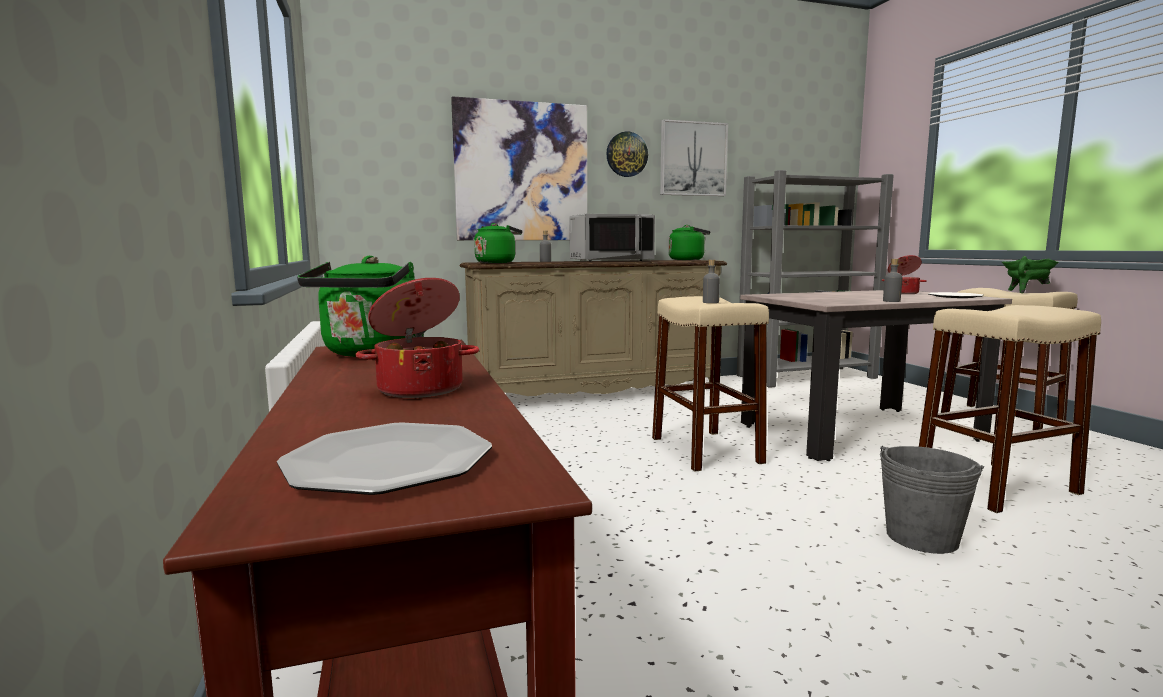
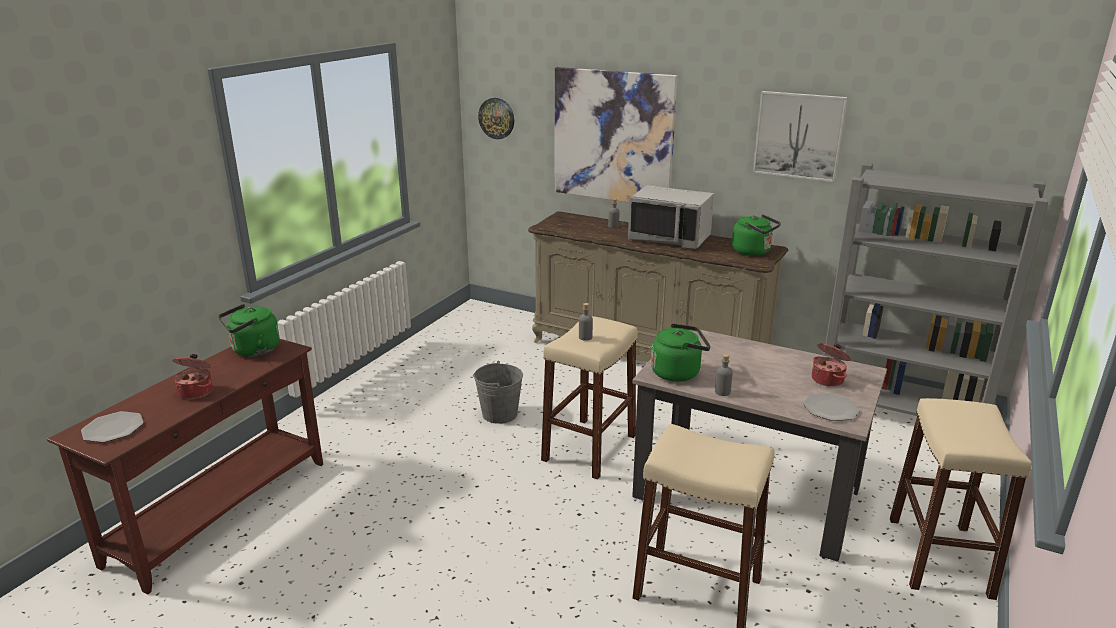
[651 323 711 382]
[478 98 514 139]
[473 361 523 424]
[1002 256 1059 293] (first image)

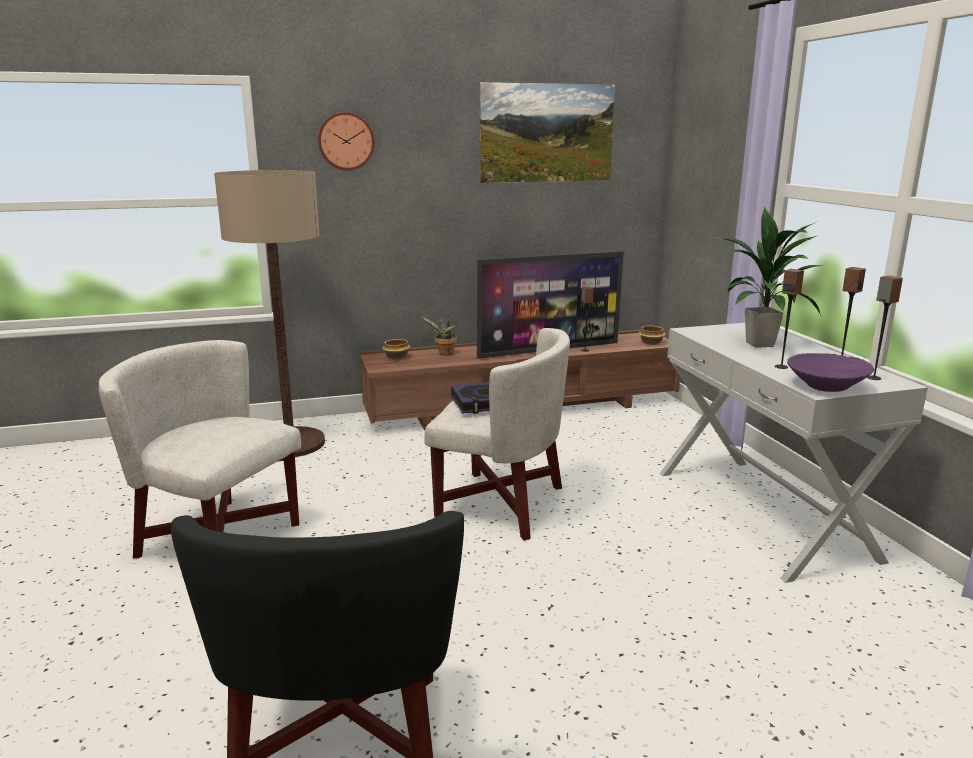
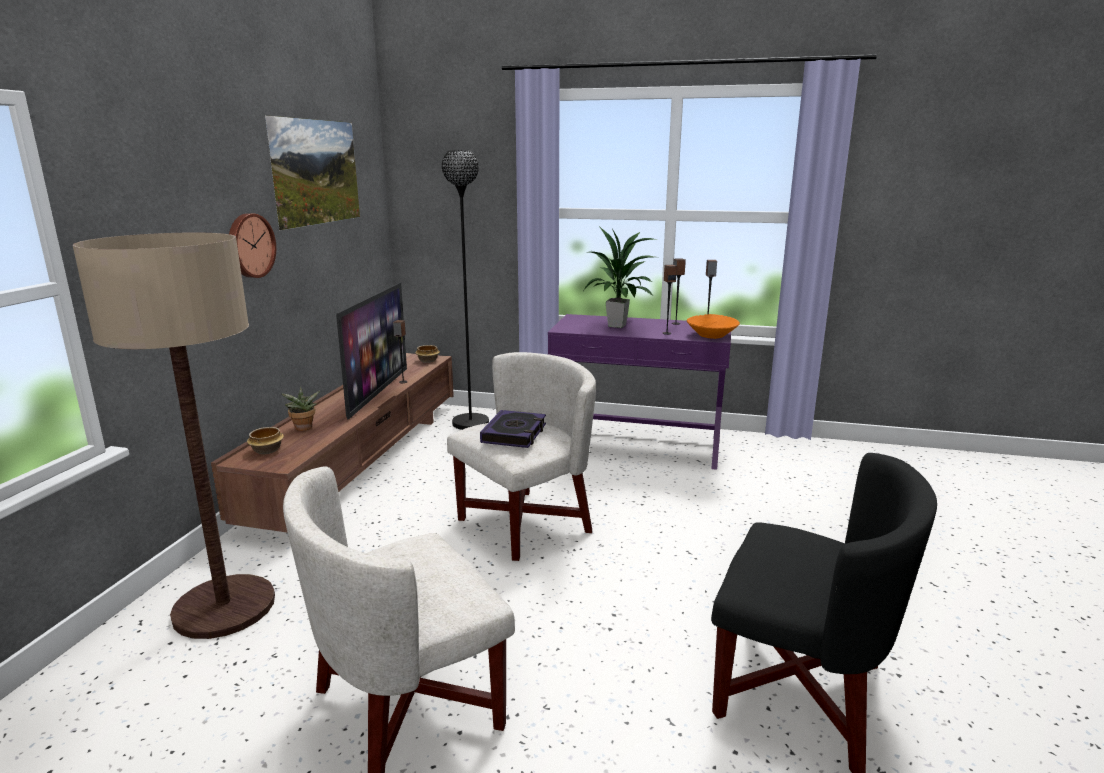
[229 213 276 278]
[548 314 731 470]
[687 314 740 339]
[442 150 489 430]

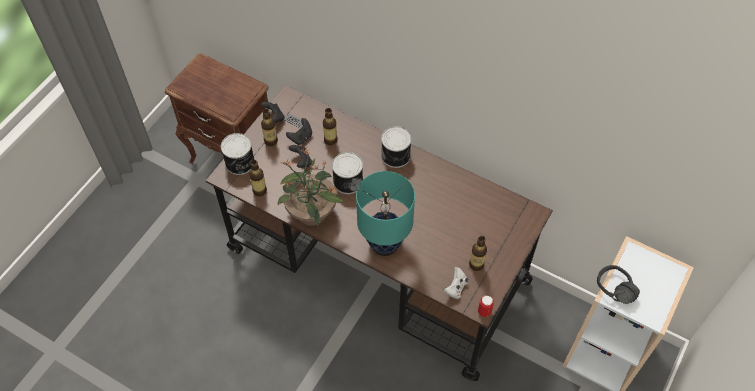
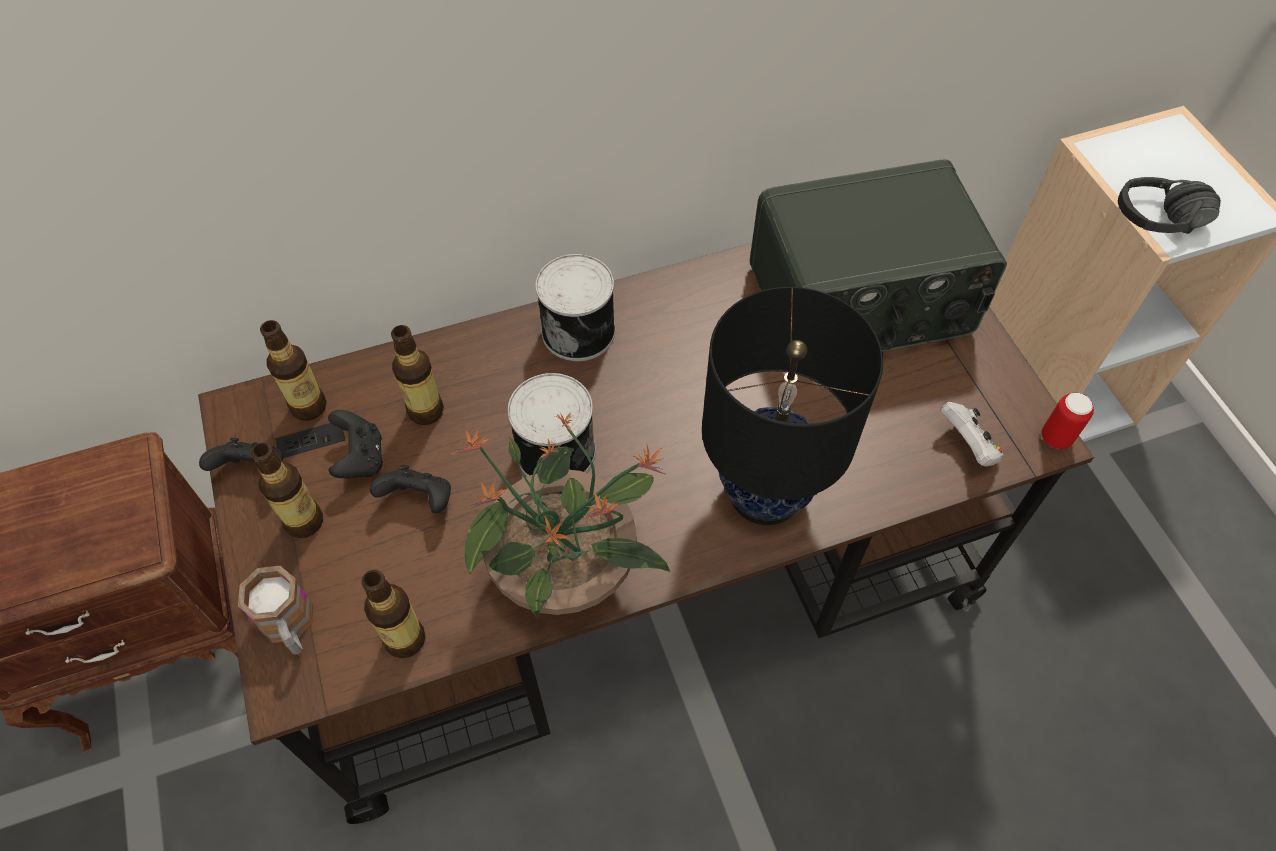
[238 566 313 655]
[702 287 883 525]
[260 320 327 421]
[750 159 1007 352]

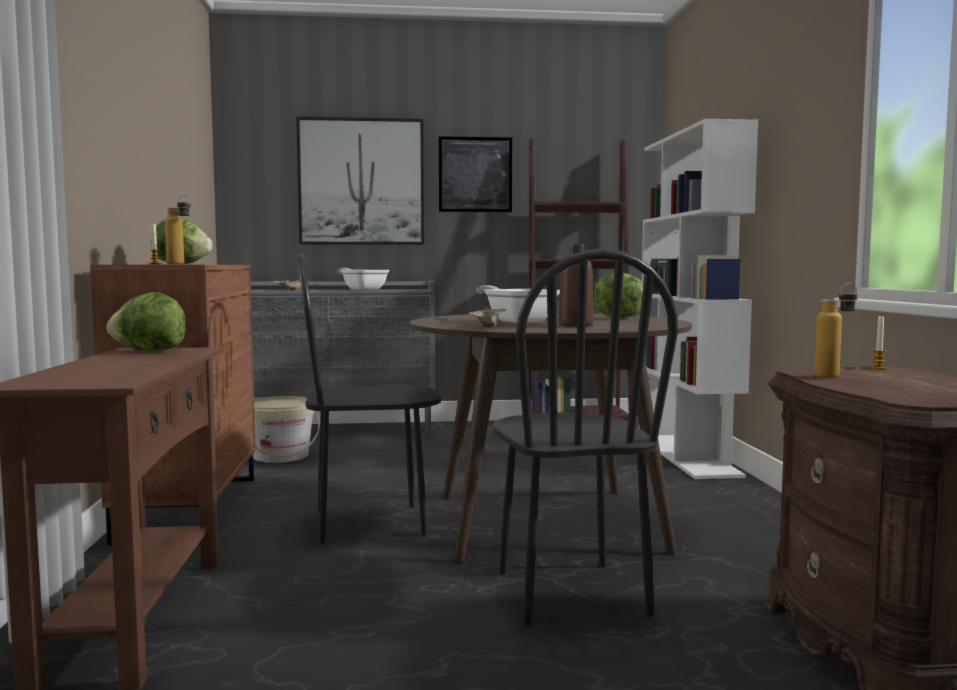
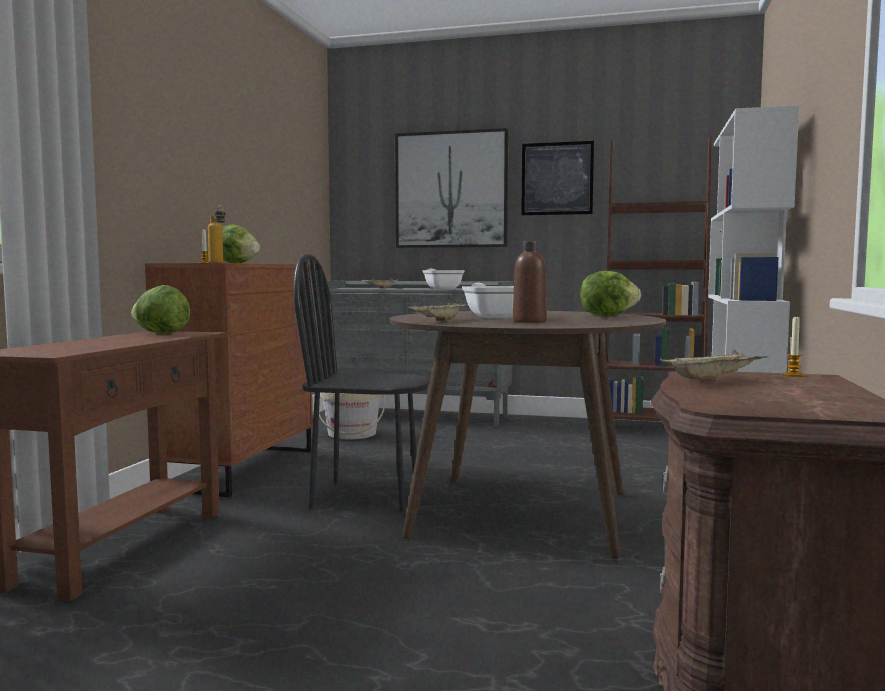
[492 249 678 626] (first image)
[660 350 768 382]

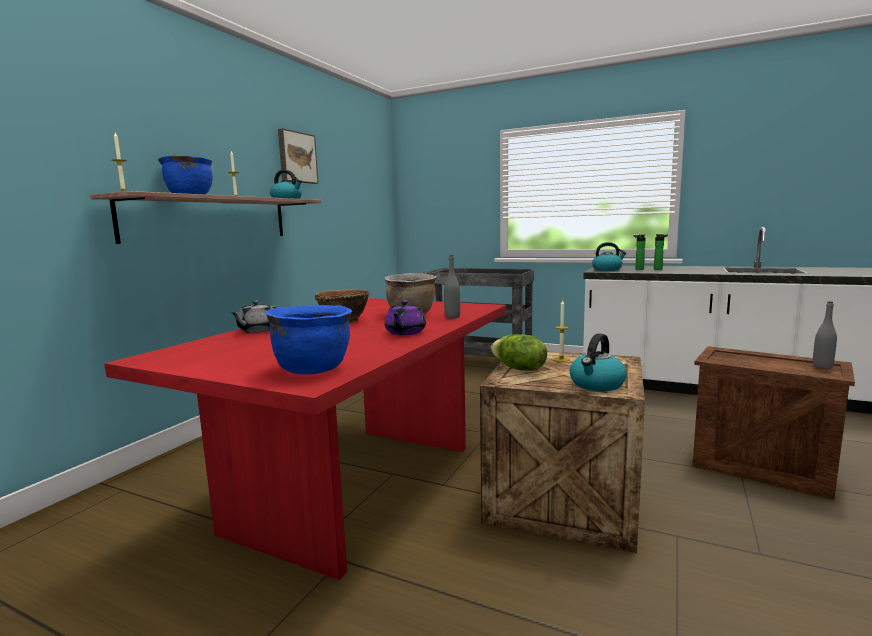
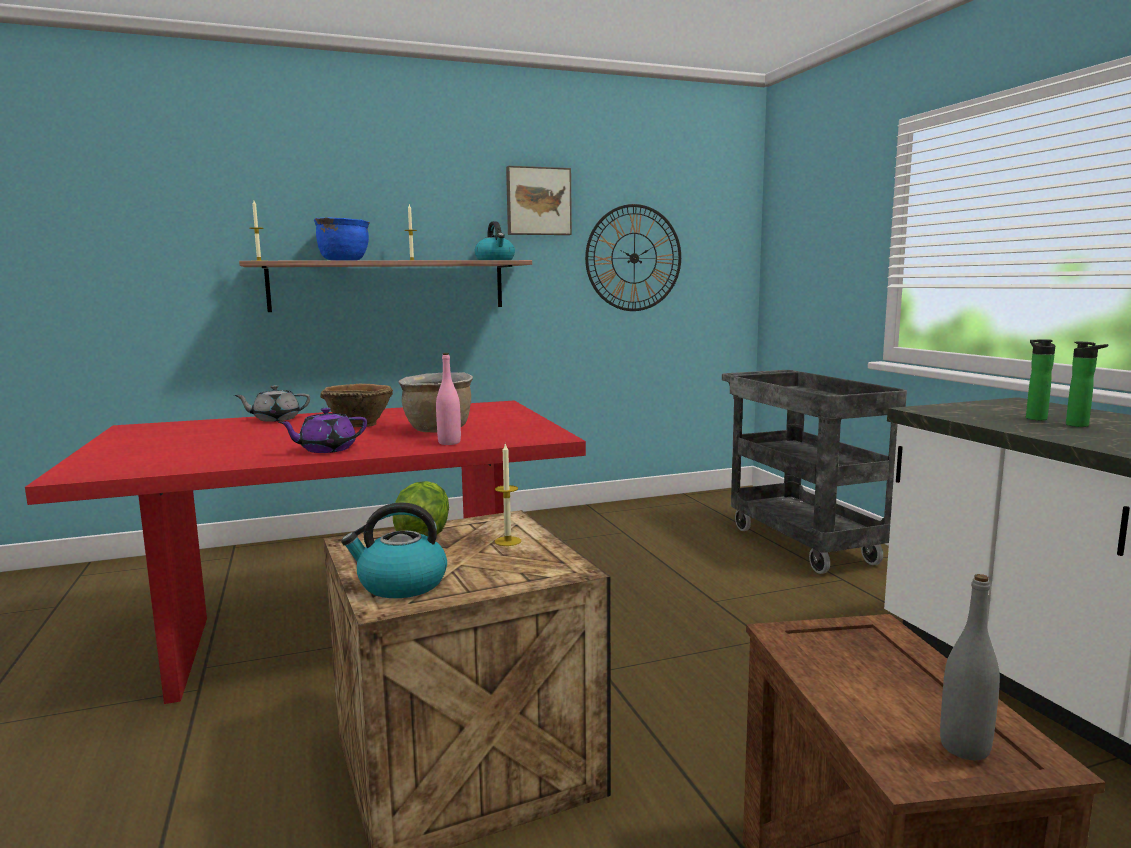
[266 305 352 374] (first image)
[436 353 461 445]
[592 242 626 271] (first image)
[585 204 681 311]

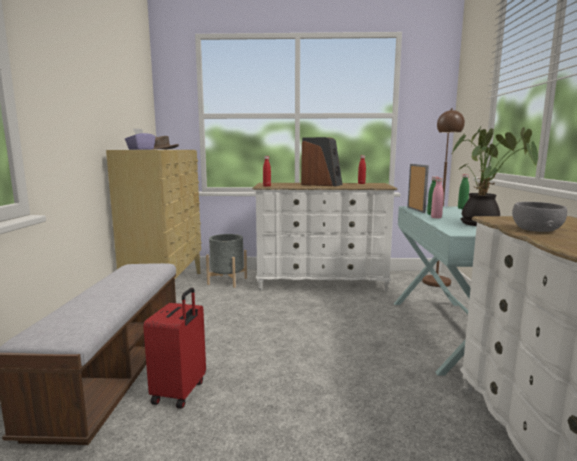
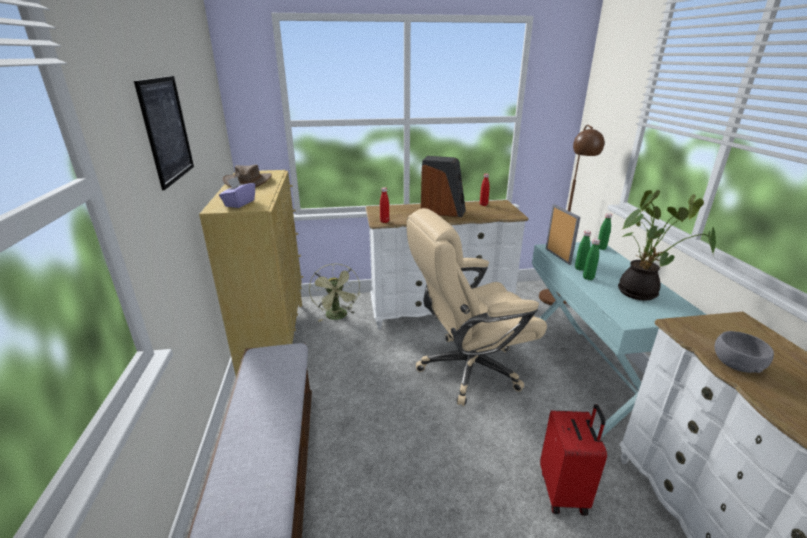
[540 404 607 516]
[309 263 360 322]
[583 239 600 280]
[134 76 194 190]
[406 208 547 406]

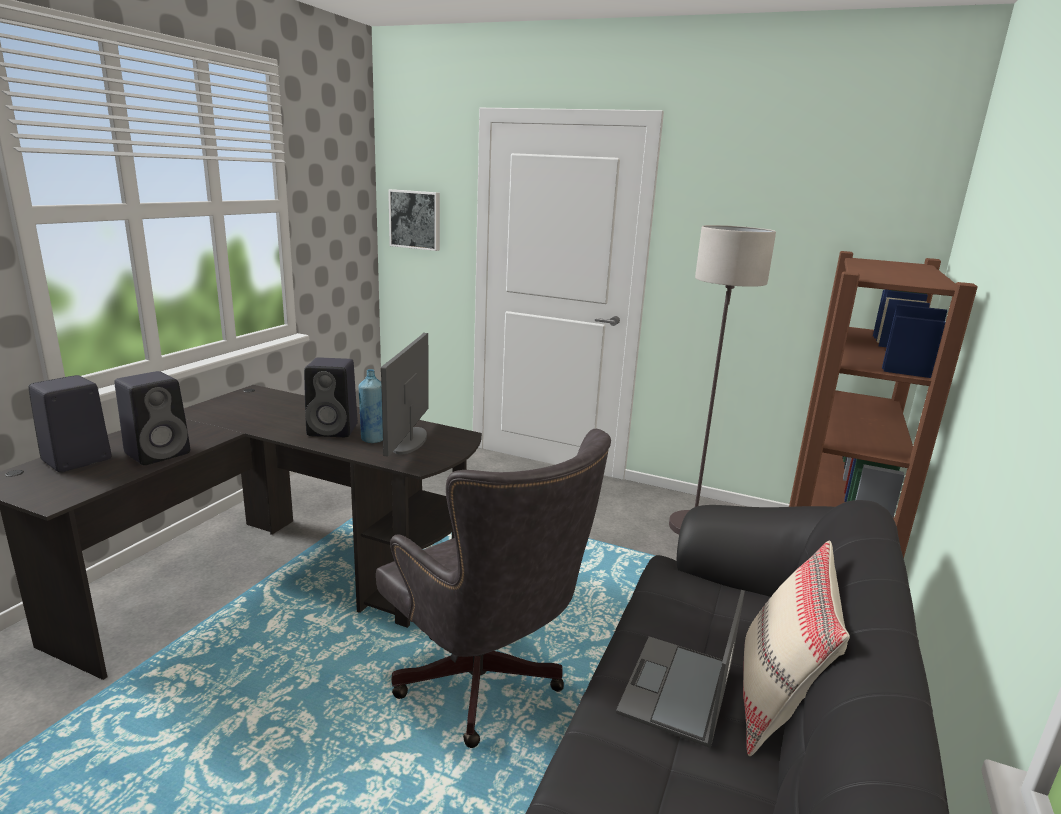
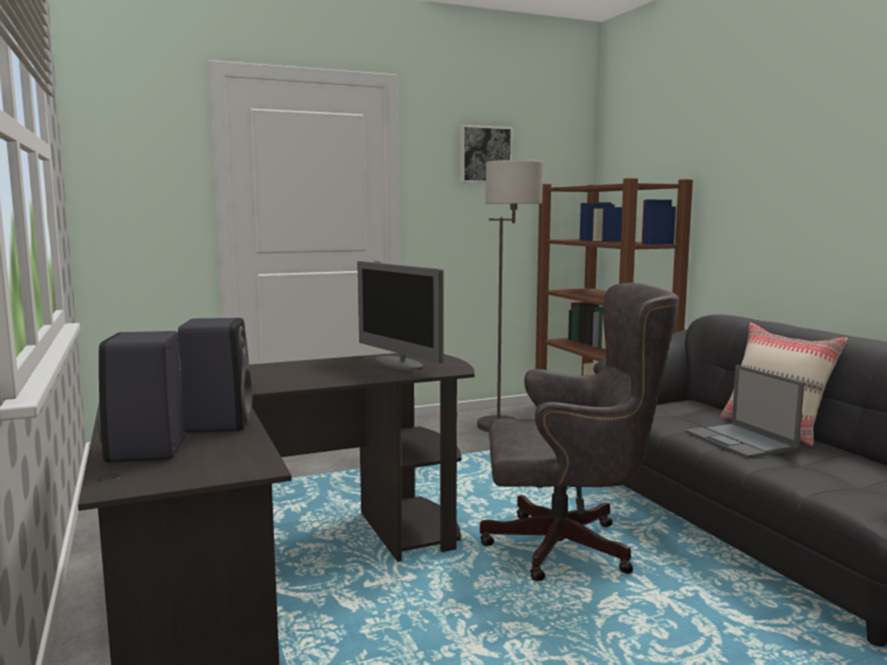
[304 357 358 437] (first image)
[359 369 383 443] (first image)
[460 125 513 183]

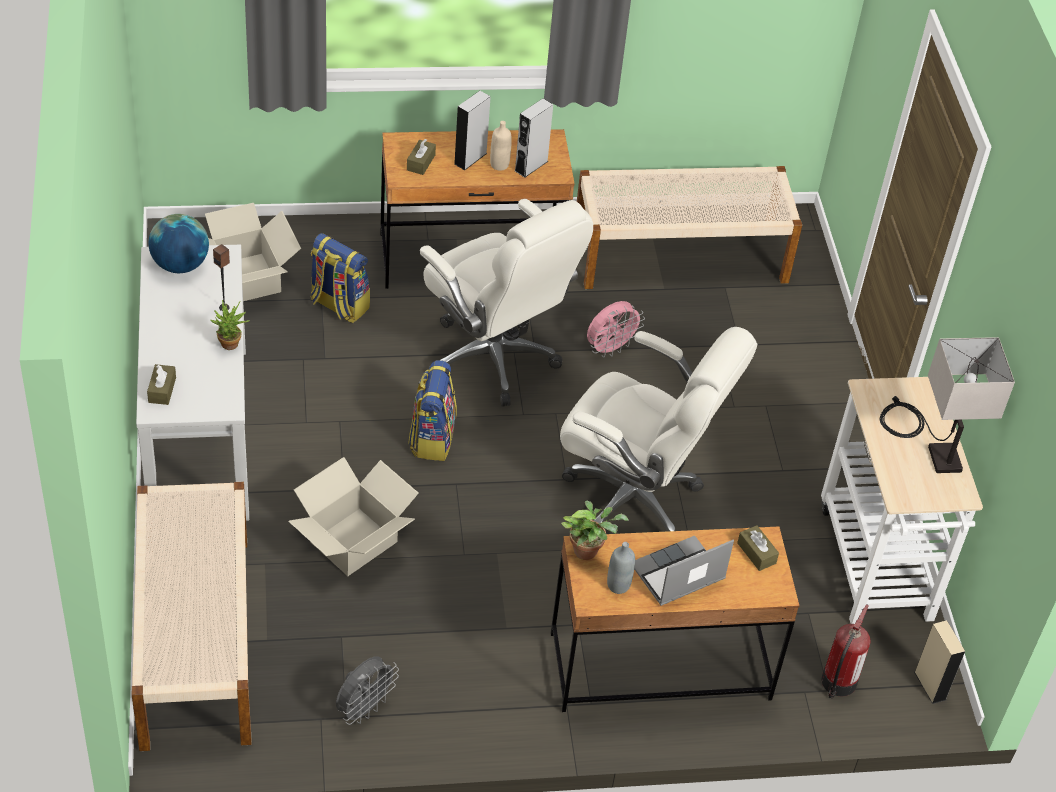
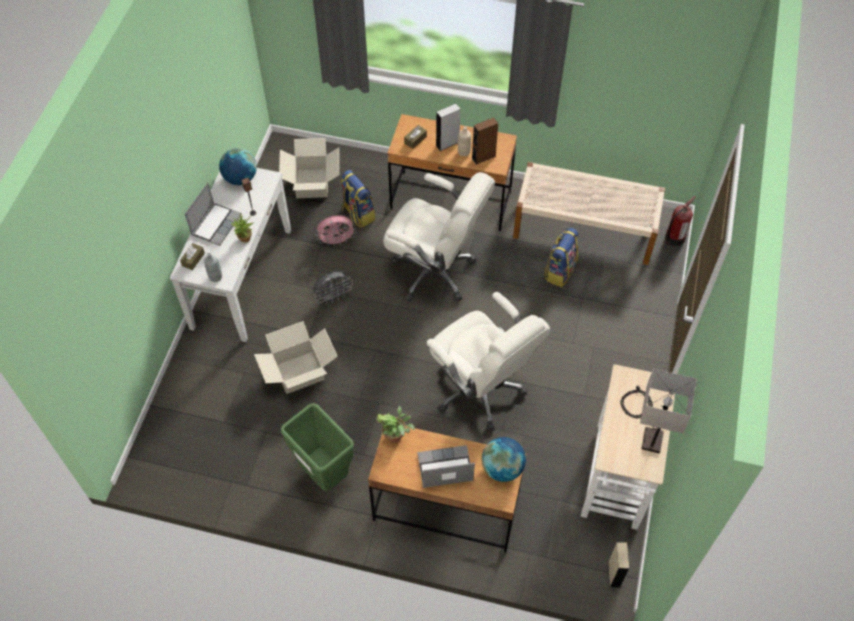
[132 482 252 751] (first image)
[313 270 353 304]
[544 228 579 287]
[383 172 495 302]
[471 117 498 164]
[316 215 356 247]
[204 253 222 282]
[482 437 526 482]
[665 196 695 246]
[185 182 242 246]
[280 403 354 492]

